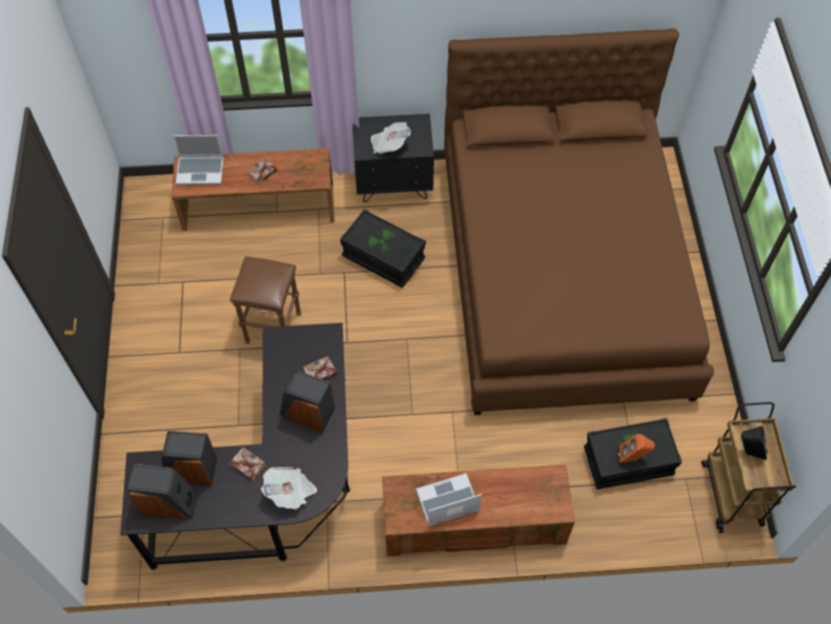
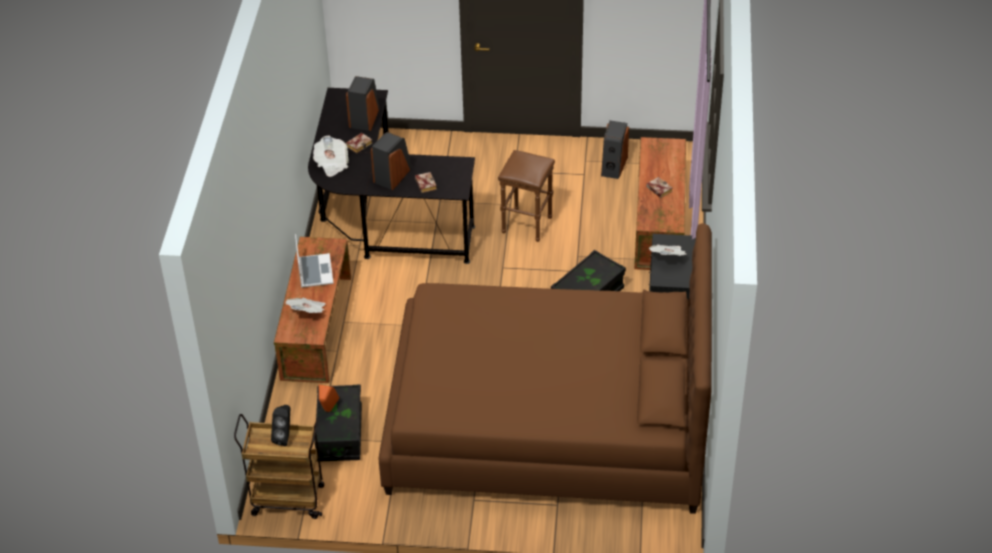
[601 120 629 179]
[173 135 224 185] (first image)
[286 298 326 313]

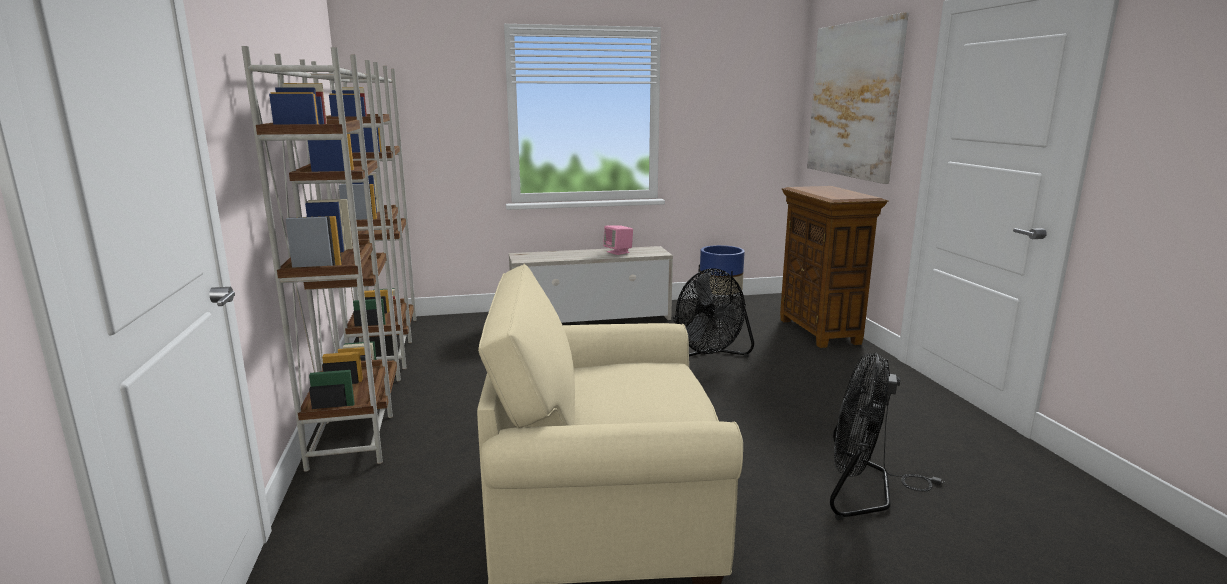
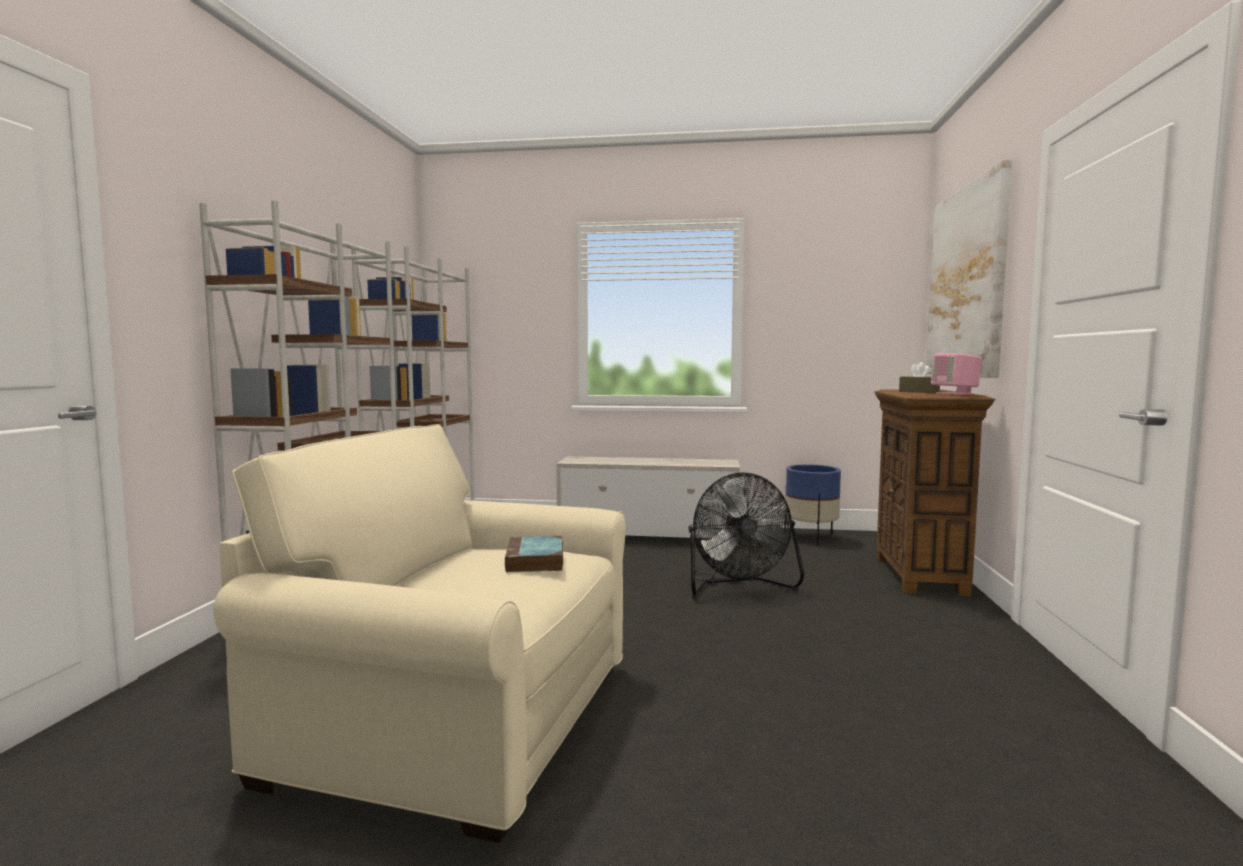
[931 353 982 395]
[830 353 944 520] (first image)
[505 536 563 572]
[899 362 940 393]

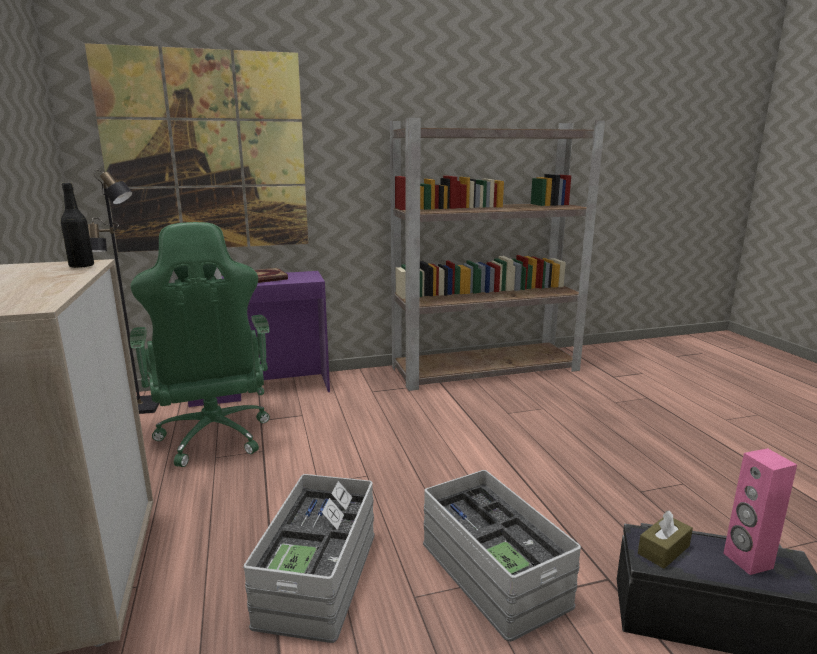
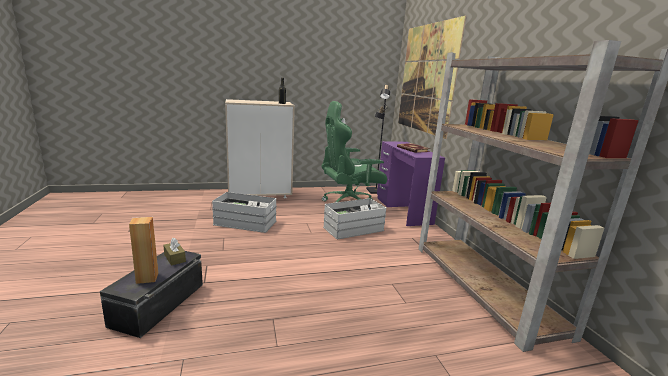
[323 198 386 239]
[129 217 158 284]

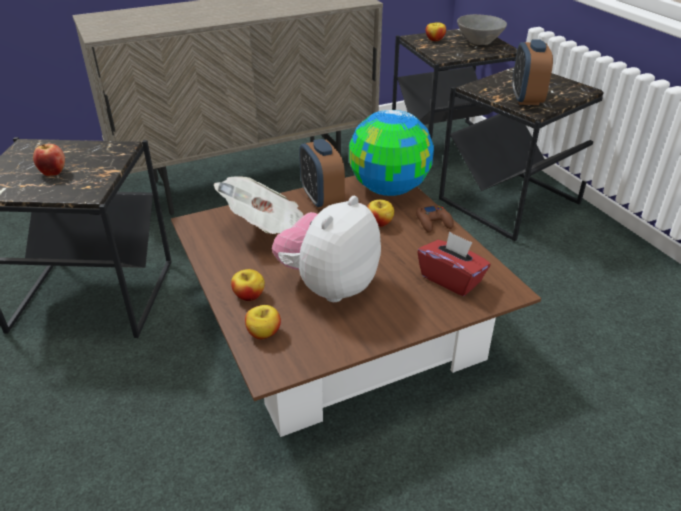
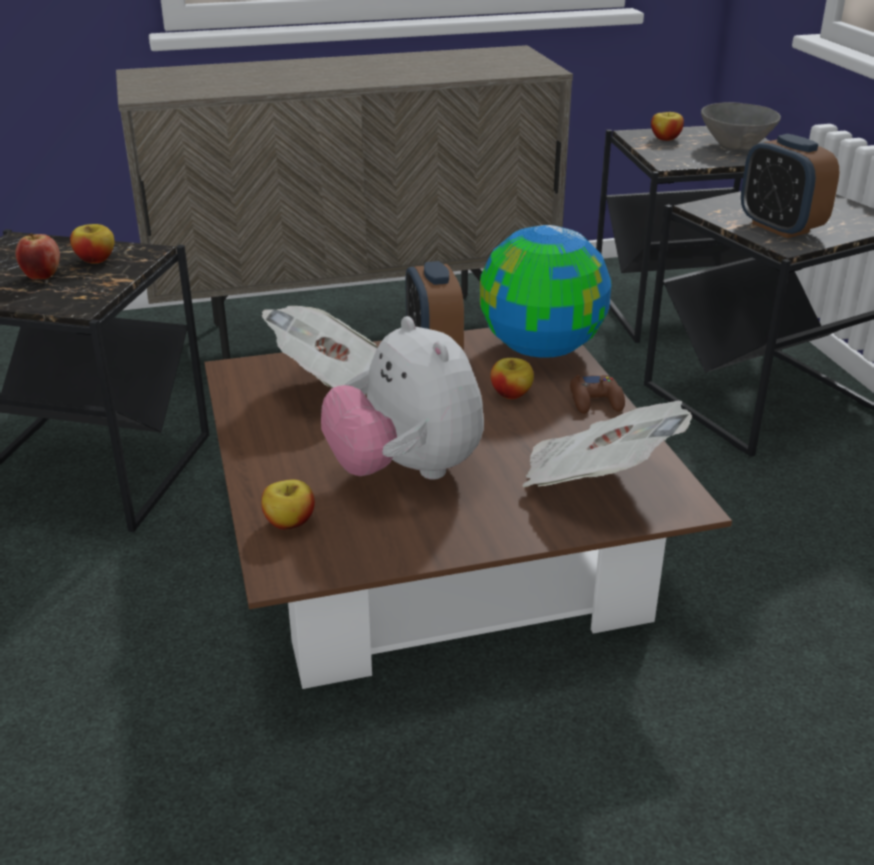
[70 224 114 264]
[321 316 484 480]
[523 401 692 487]
[741 134 840 238]

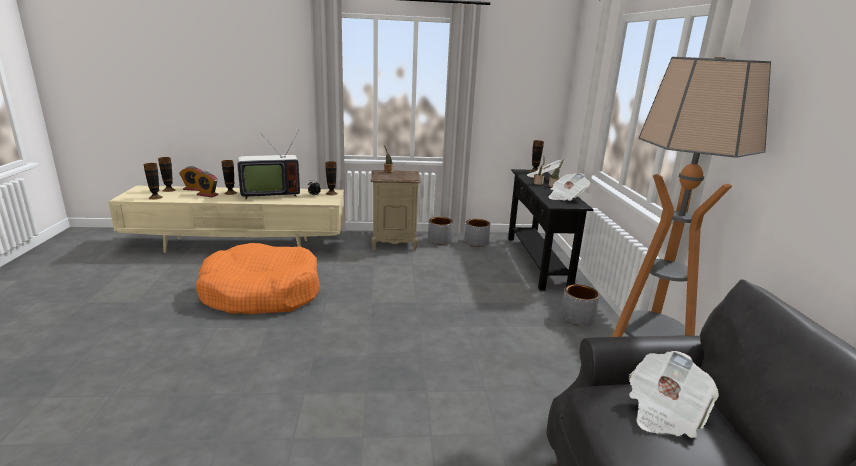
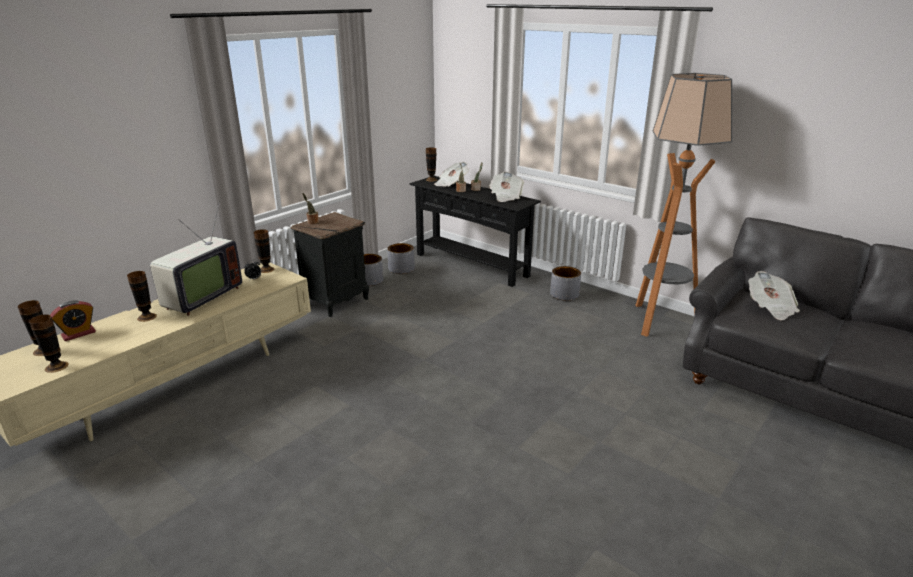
[194 171 219 197] (first image)
[196 243 320 314] (first image)
[291 212 369 317]

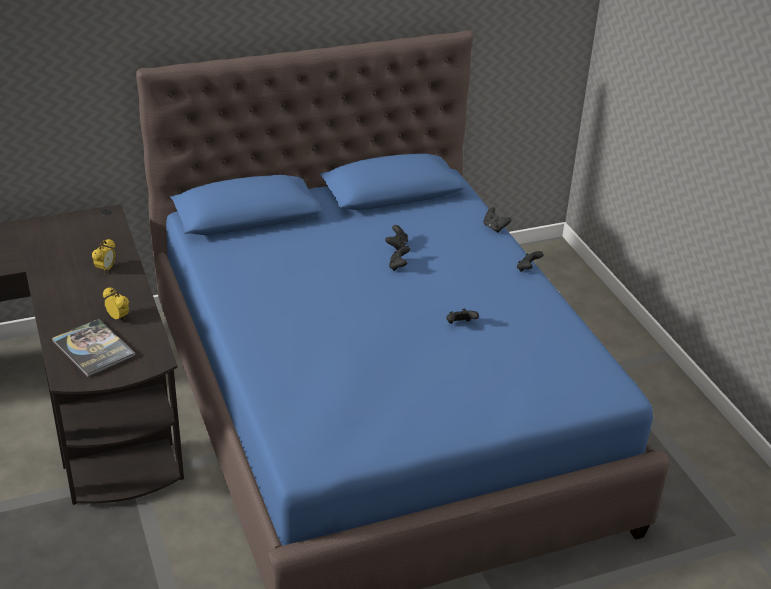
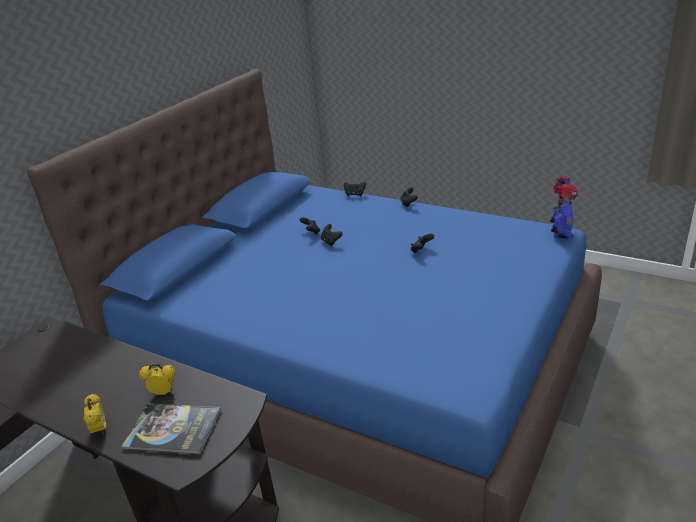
[83 394 106 435]
[550 176 578 240]

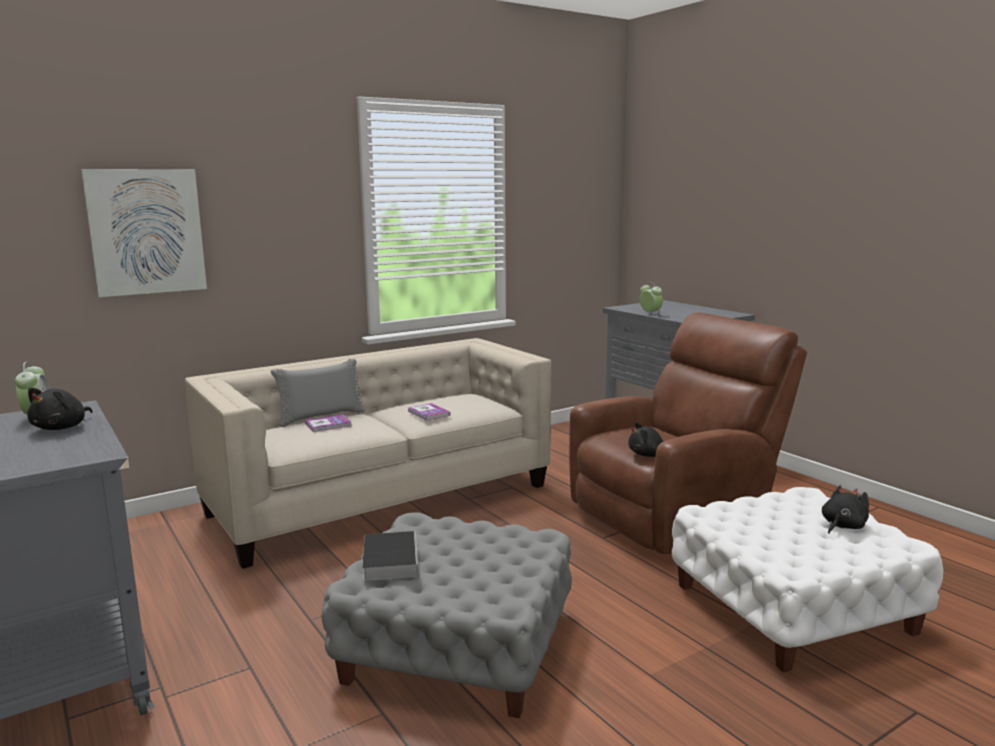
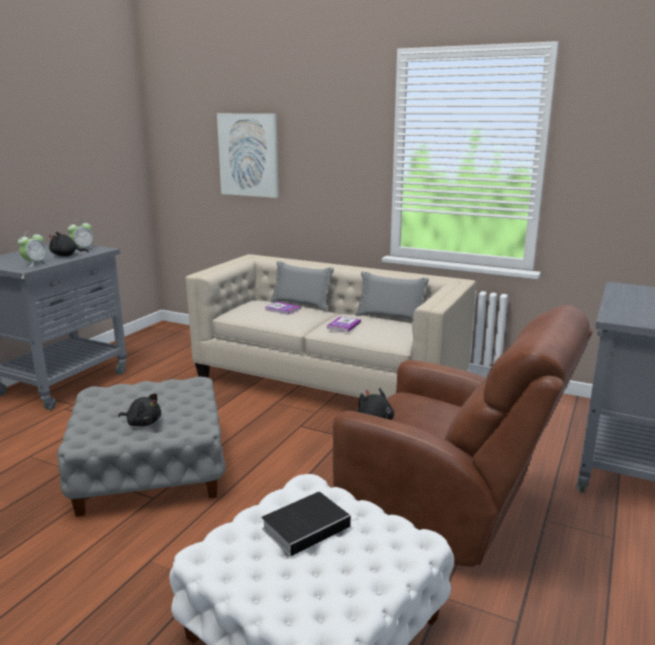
[262 492 359 557]
[18 231 48 267]
[118 393 161 426]
[356 271 429 321]

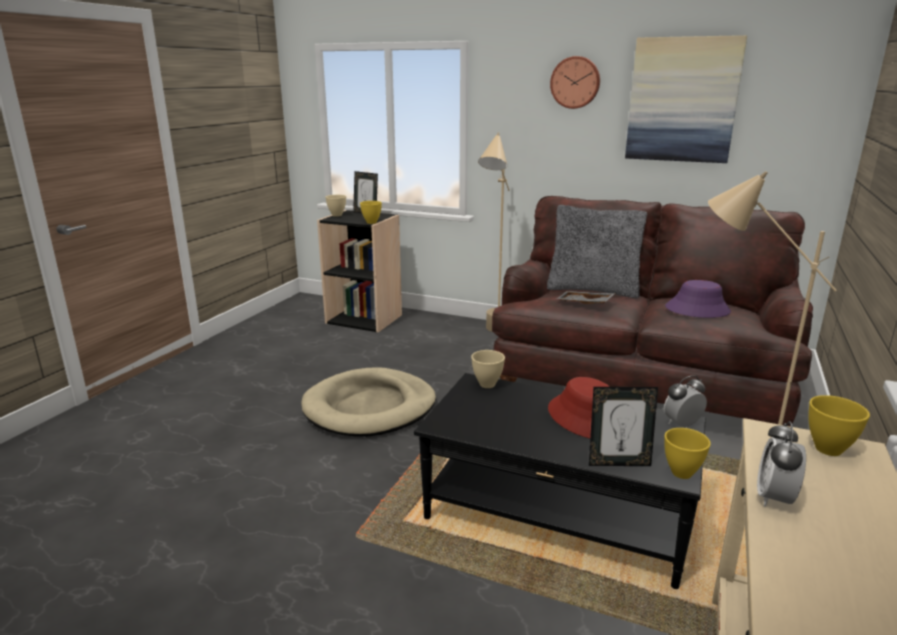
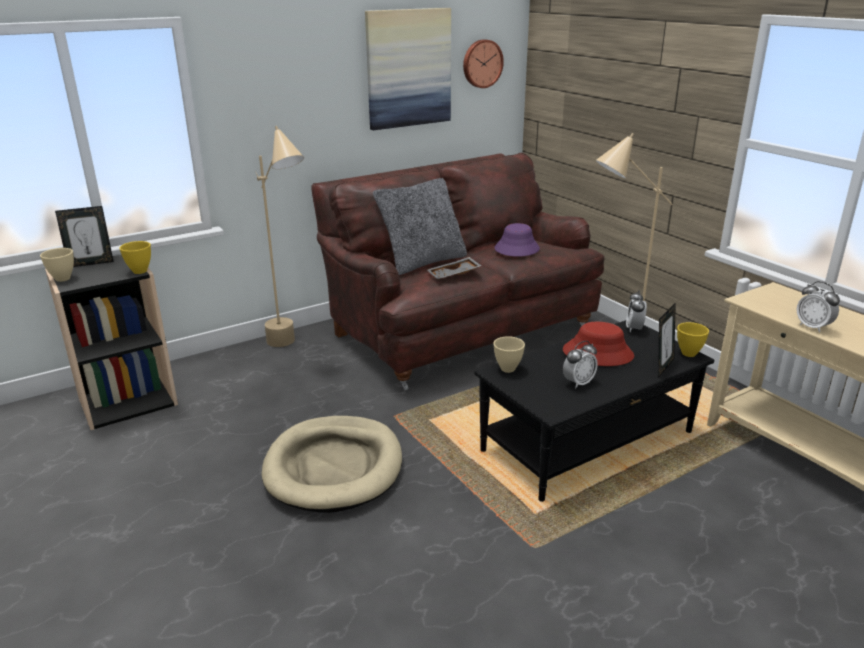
[463 39 504 88]
[808 395 870 456] (first image)
[563 341 598 388]

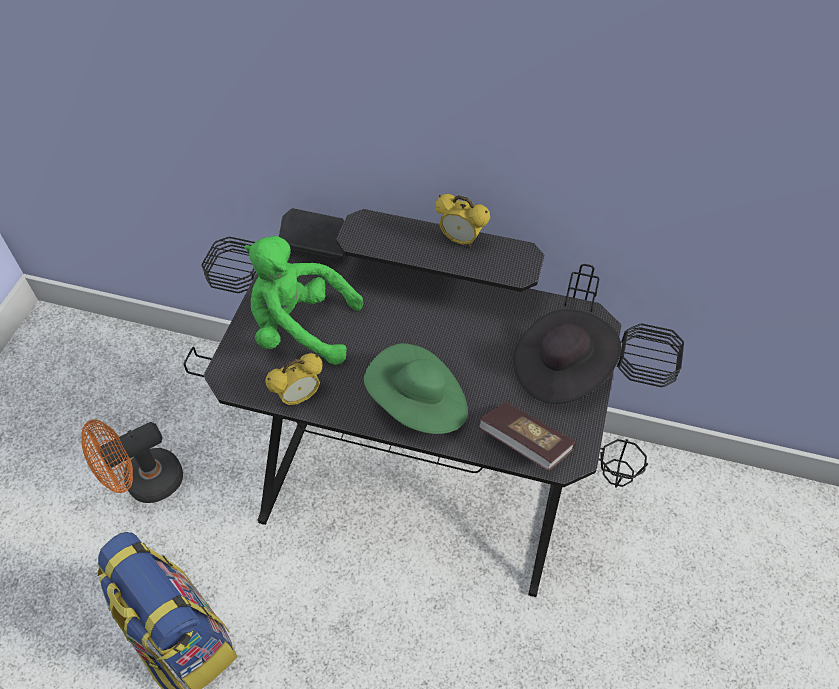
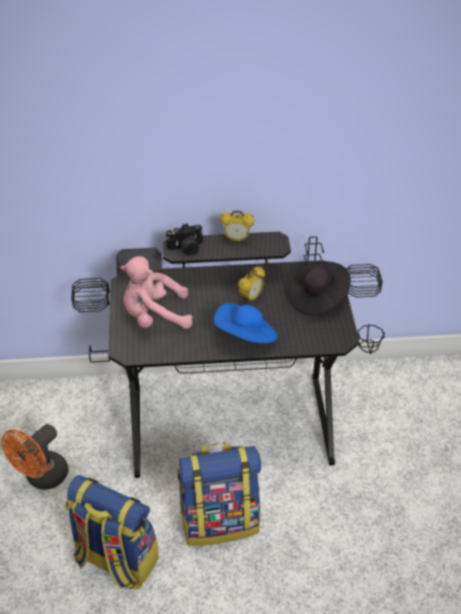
[120 256 193 329]
[238 266 265 303]
[214 303 278 343]
[478 402 576 471] (first image)
[166 223 203 256]
[177 442 261 546]

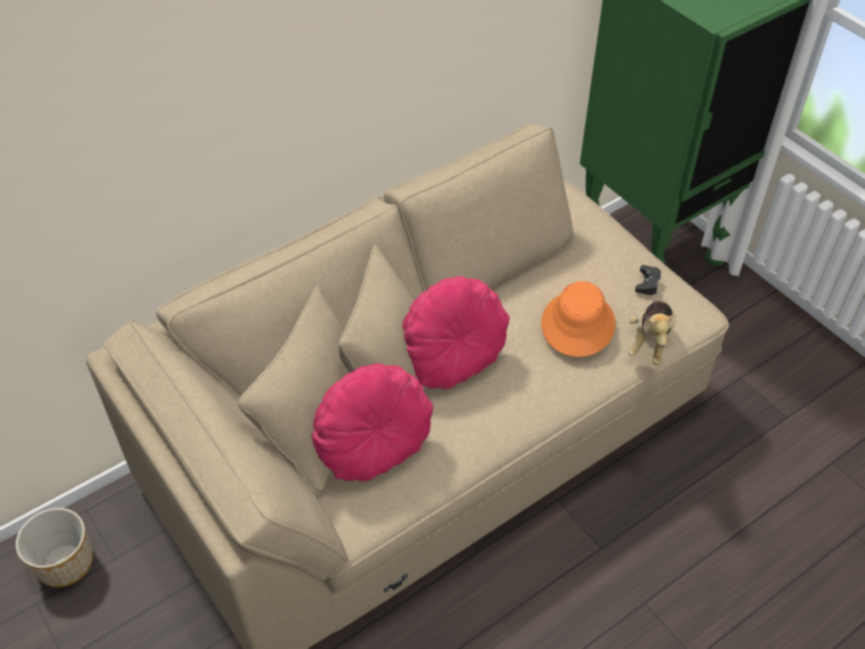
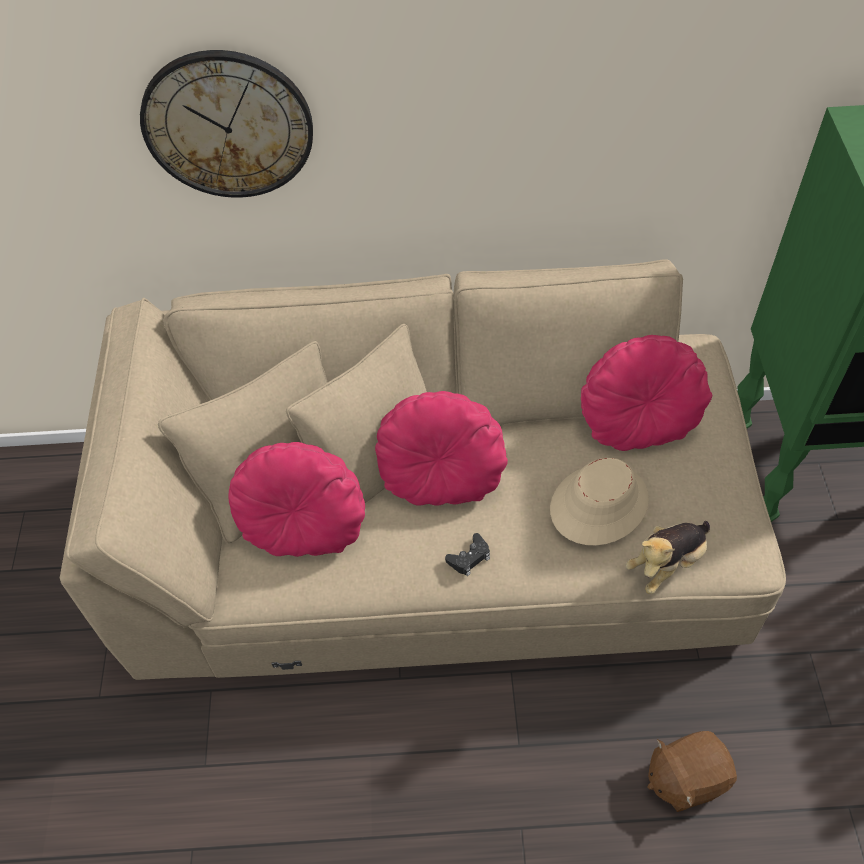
[16 508 93 587] (first image)
[550 458 649 545]
[445 533 490 576]
[140 50 313 198]
[581 335 712 451]
[648 731 737 812]

